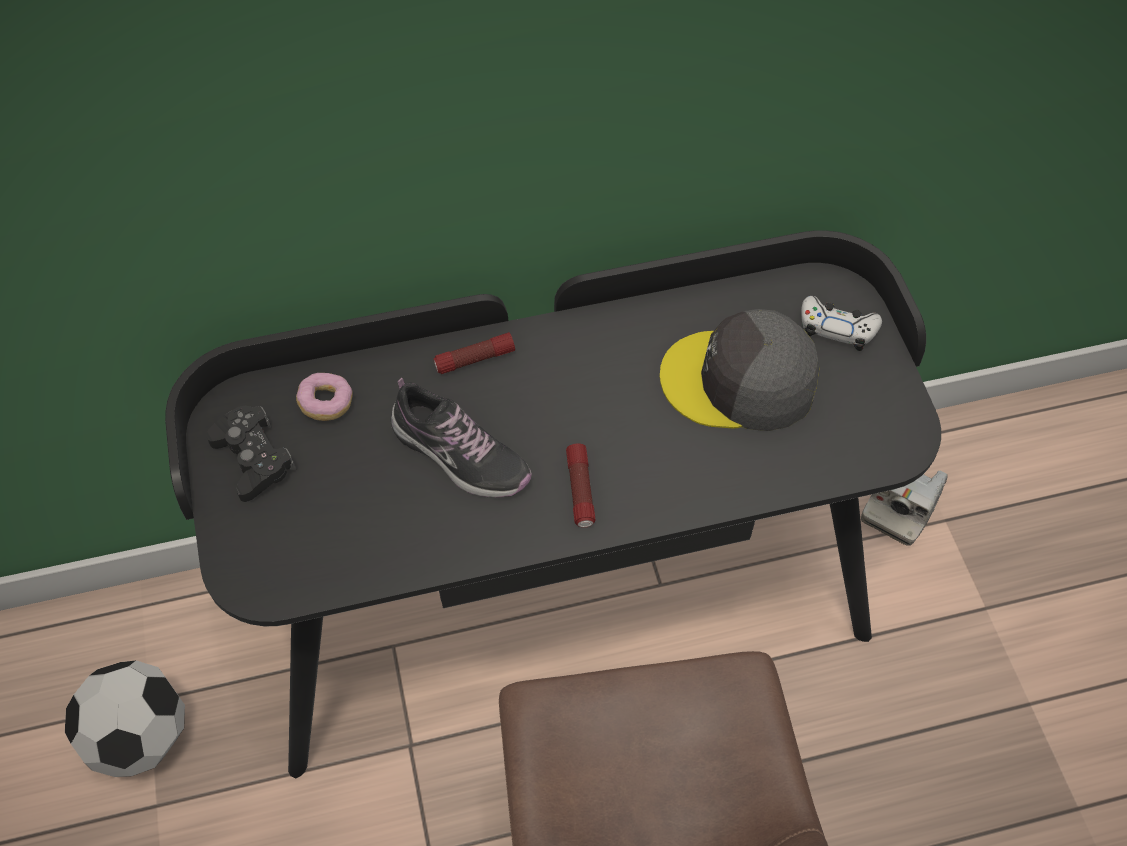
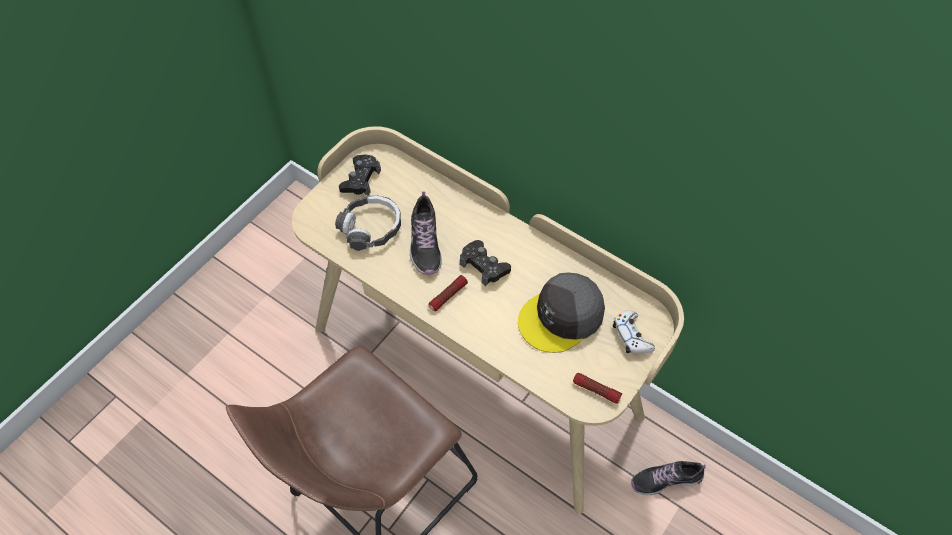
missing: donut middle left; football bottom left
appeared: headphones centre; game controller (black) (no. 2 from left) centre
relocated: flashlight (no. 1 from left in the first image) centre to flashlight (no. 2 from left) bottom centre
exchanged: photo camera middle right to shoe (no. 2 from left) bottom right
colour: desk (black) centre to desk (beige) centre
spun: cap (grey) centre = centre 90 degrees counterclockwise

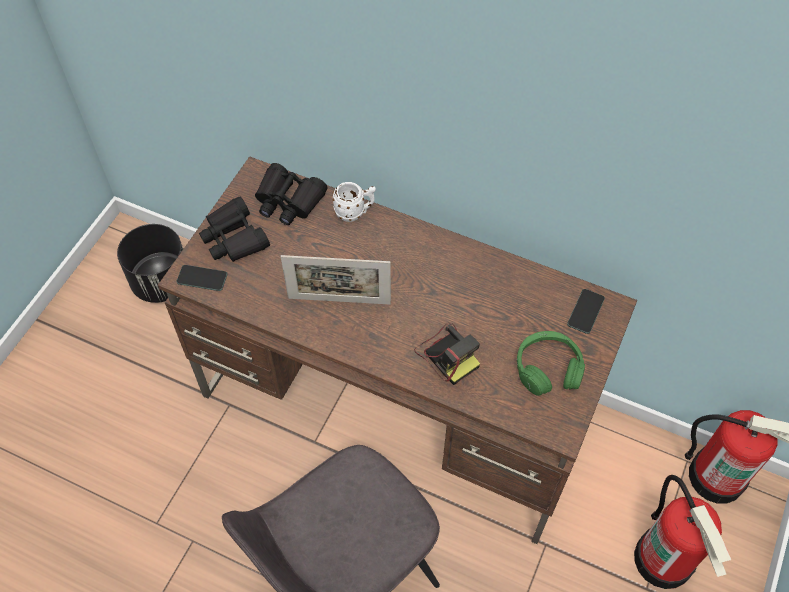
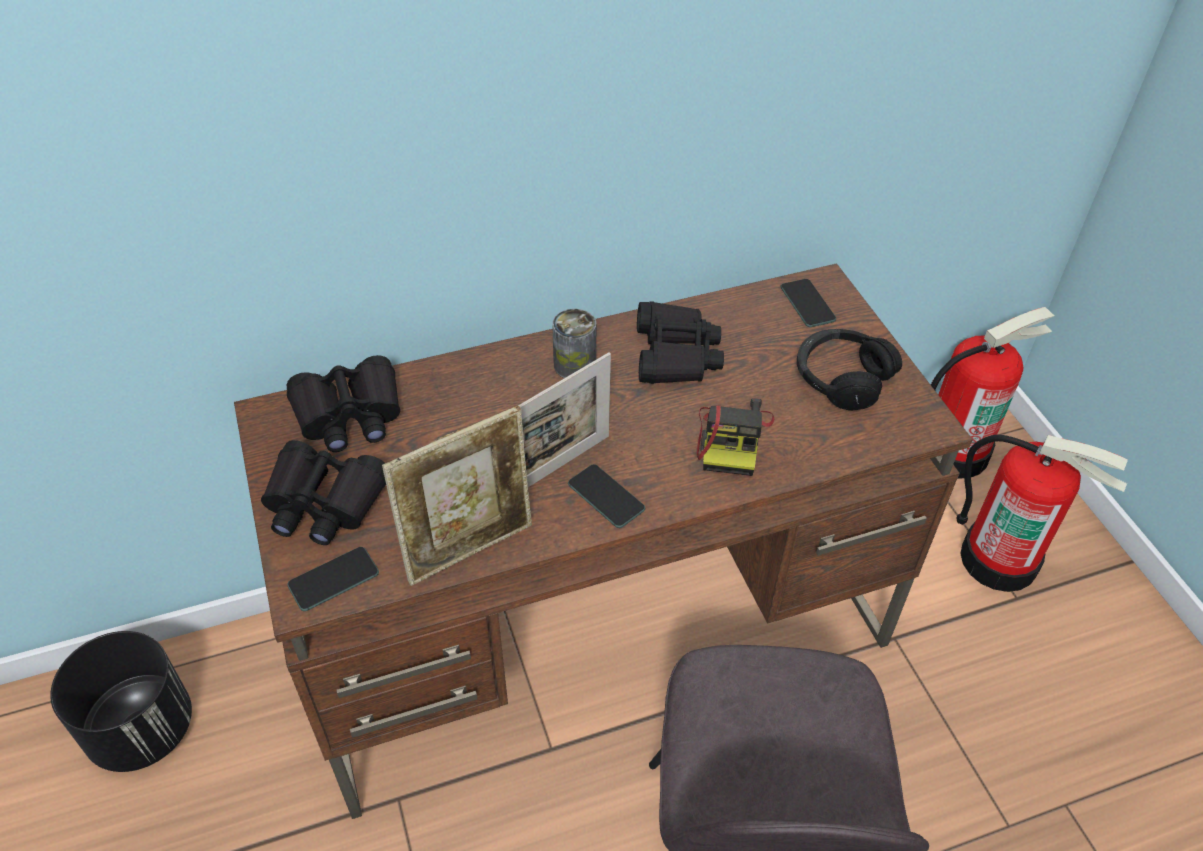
missing: mug (white) centre
appeared: binoculars (black) (no. 3 from left) centre; can centre; picture frame (no. 1 from left) centre; phone (no. 2 from left) centre
colour: headphones (green) middle right to headphones (black) middle right
spun: photo camera centre = centre 90 degrees clockwise

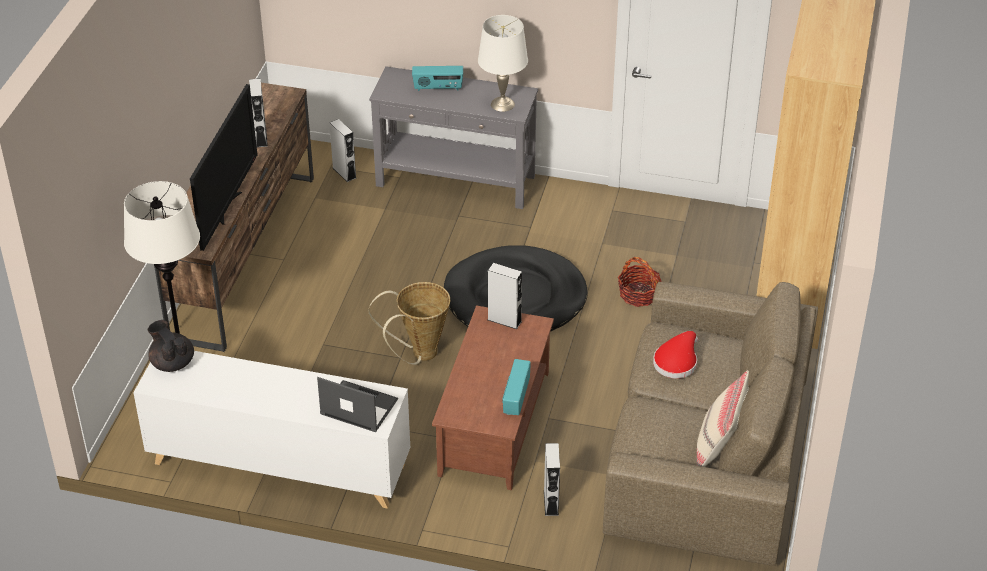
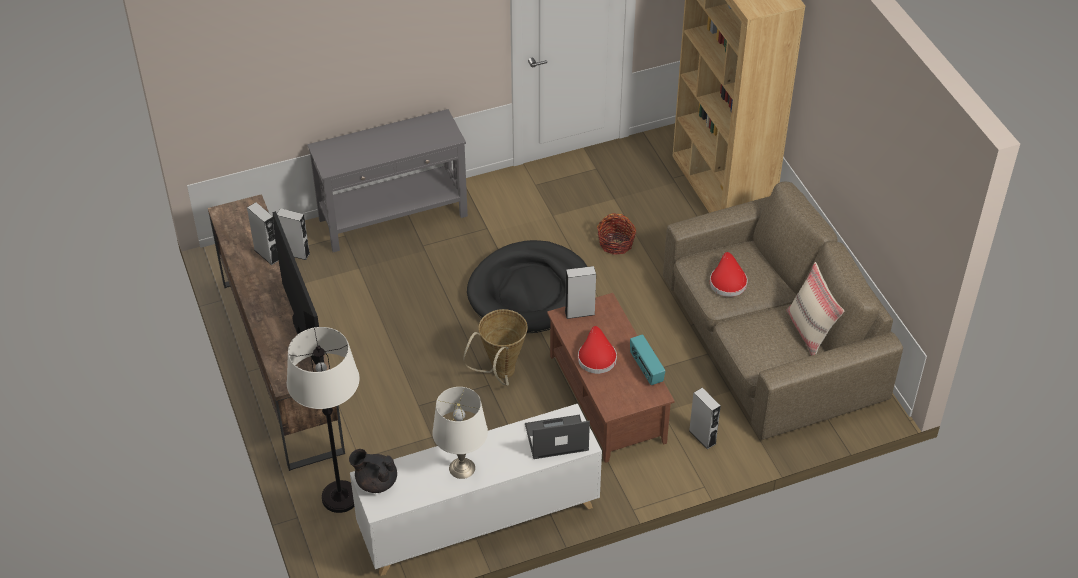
missing: radio (no. 1 from left) top centre
appeared: hat (red) (no. 1 from left) centre
relocated: table lamp (white) top centre to bottom centre

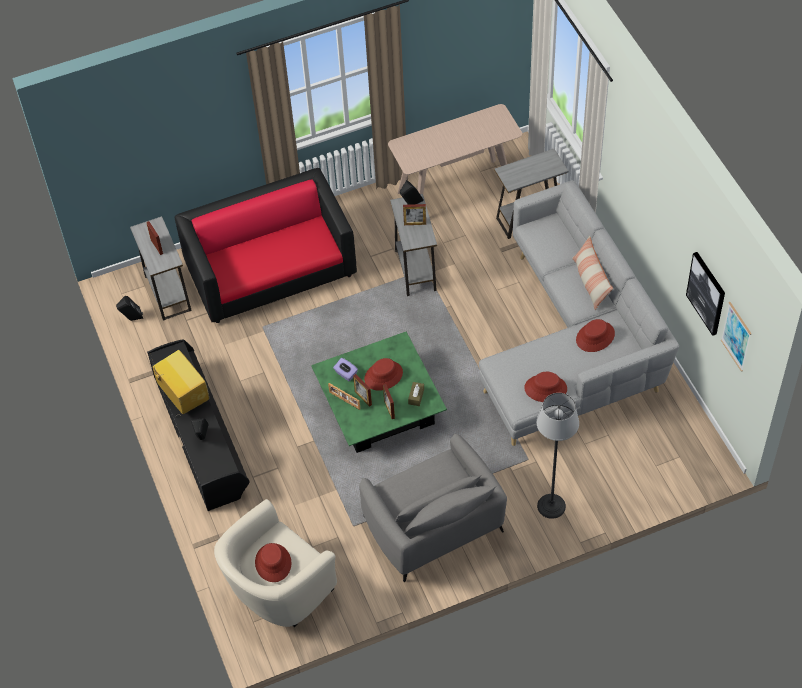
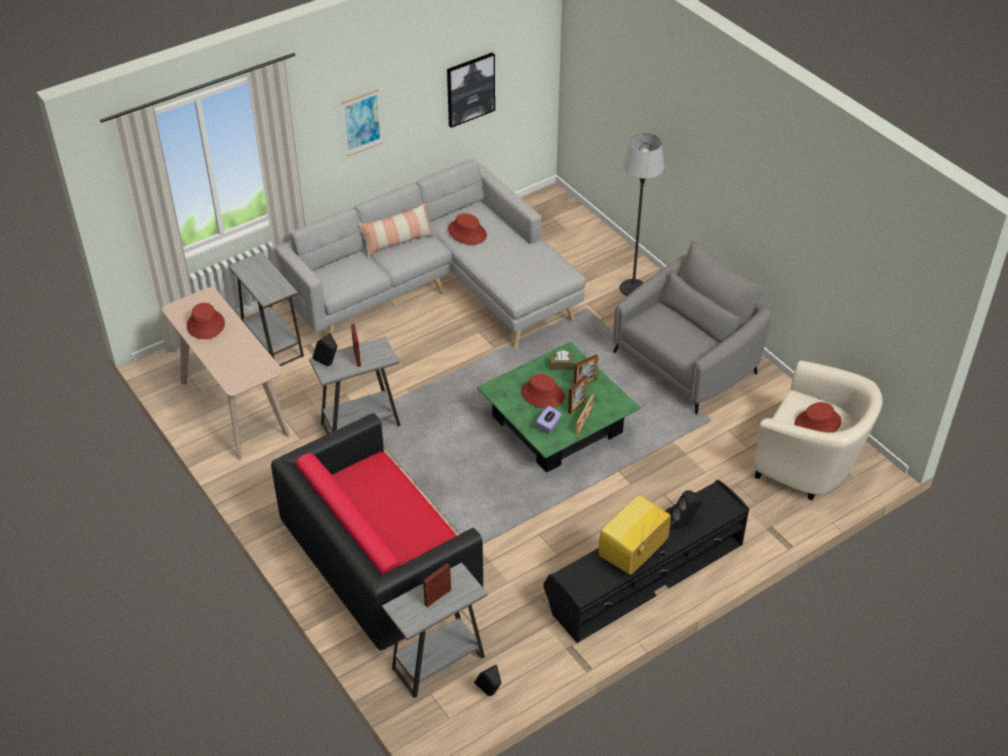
relocated: picture (no. 2 from left in the first image) middle right to picture (no. 1 from left) top centre; hat (red) (no. 3 from left in the first image) middle right to hat (red) (no. 1 from left) middle left

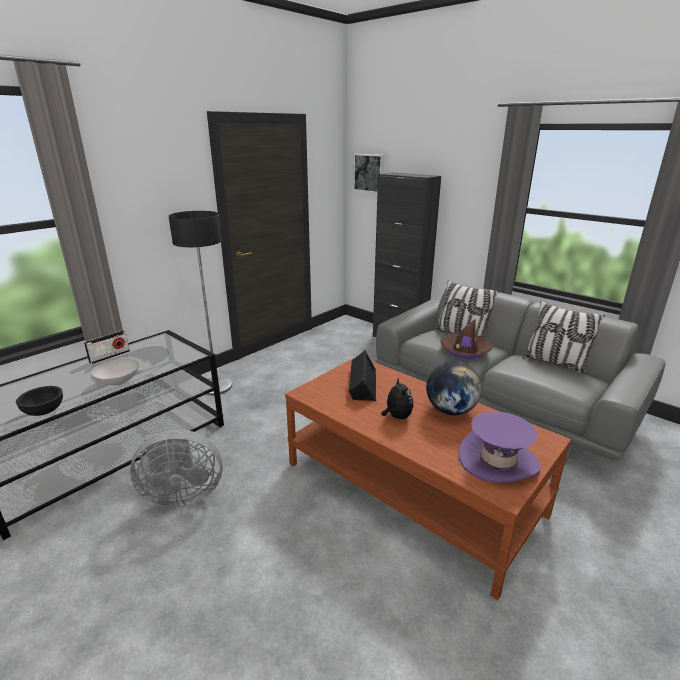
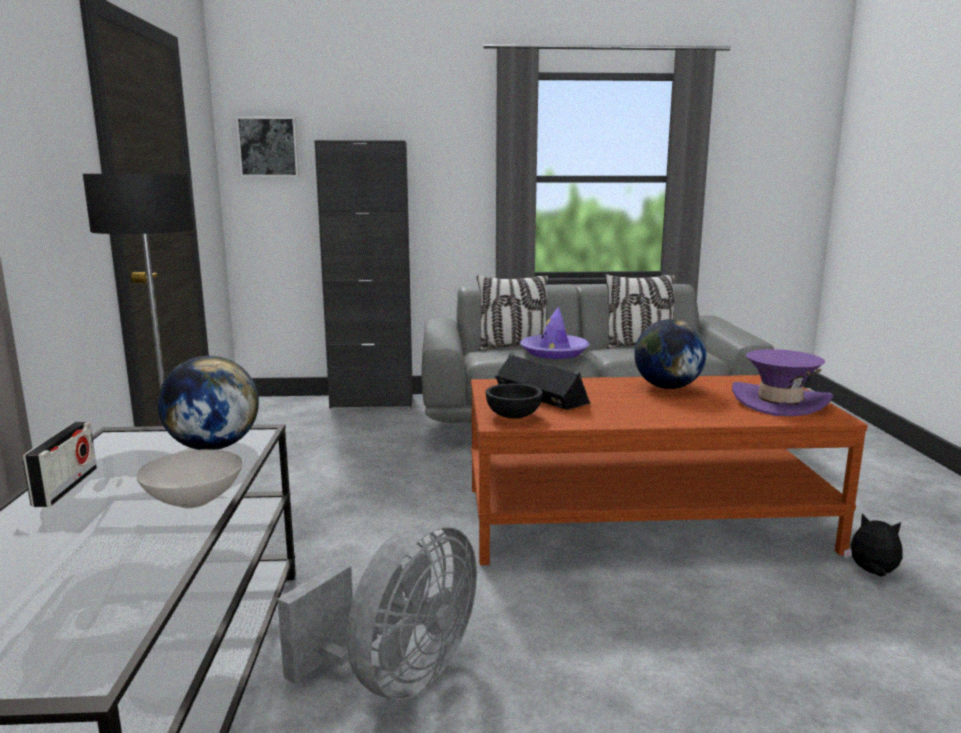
appeared: globe (no. 1 from left) middle left
relocated: plush toy centre to bottom right; bowl (black) middle left to centre
colour: hat (brown) middle right to hat (purple) (no. 1 from left) centre

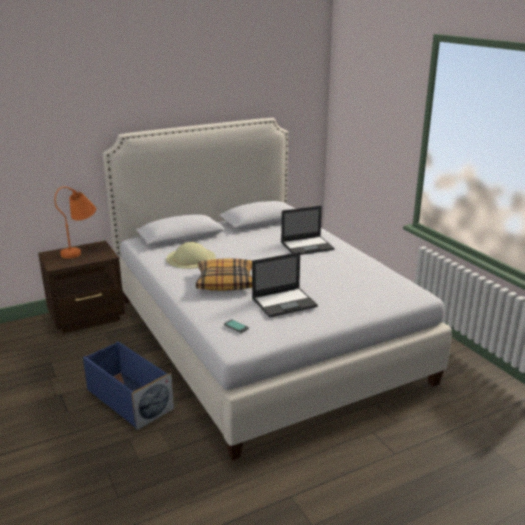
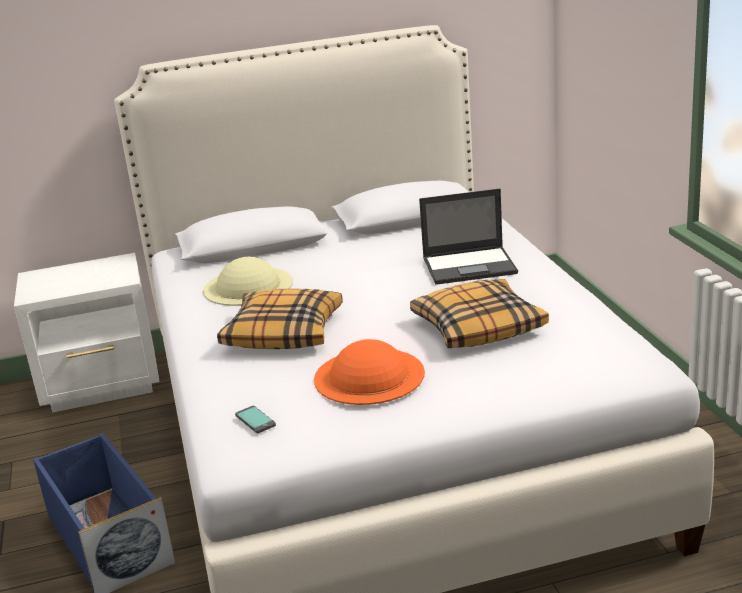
missing: table lamp (orange) middle left
appeared: pillow (no. 2 from left) centre
exchanged: laptop (no. 1 from left) centre to hat (orange) centre
colour: nightstand (brown) middle left to nightstand (white) middle left

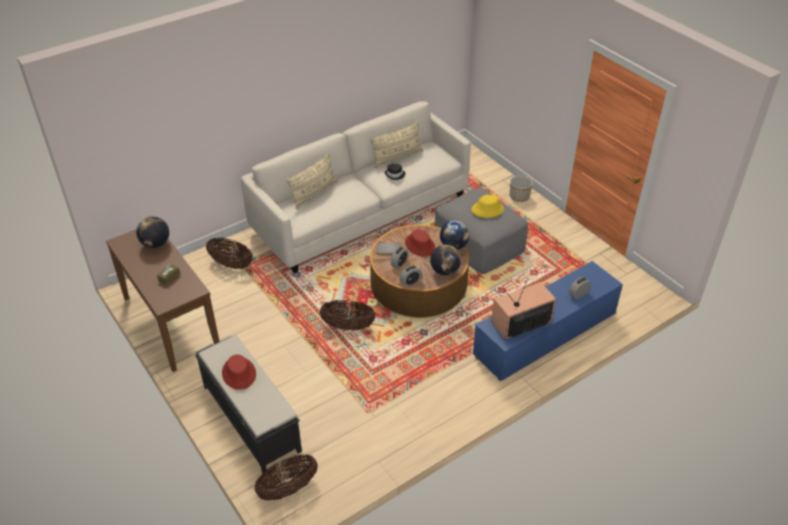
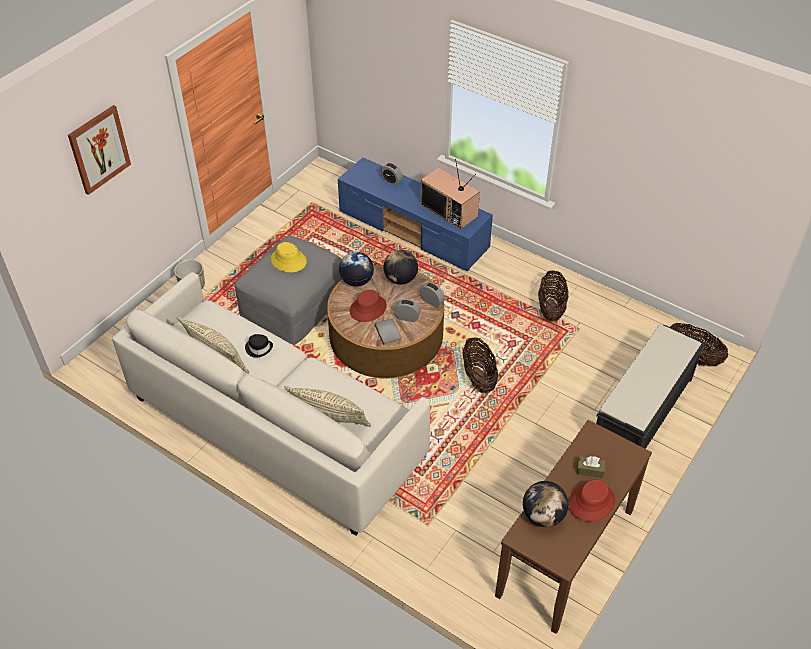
appeared: picture top left
relocated: basket (no. 1 from left in the first image) middle left to basket (no. 2 from left) middle right; hat (red) (no. 1 from left in the first image) bottom left to hat (red) (no. 2 from left) bottom right

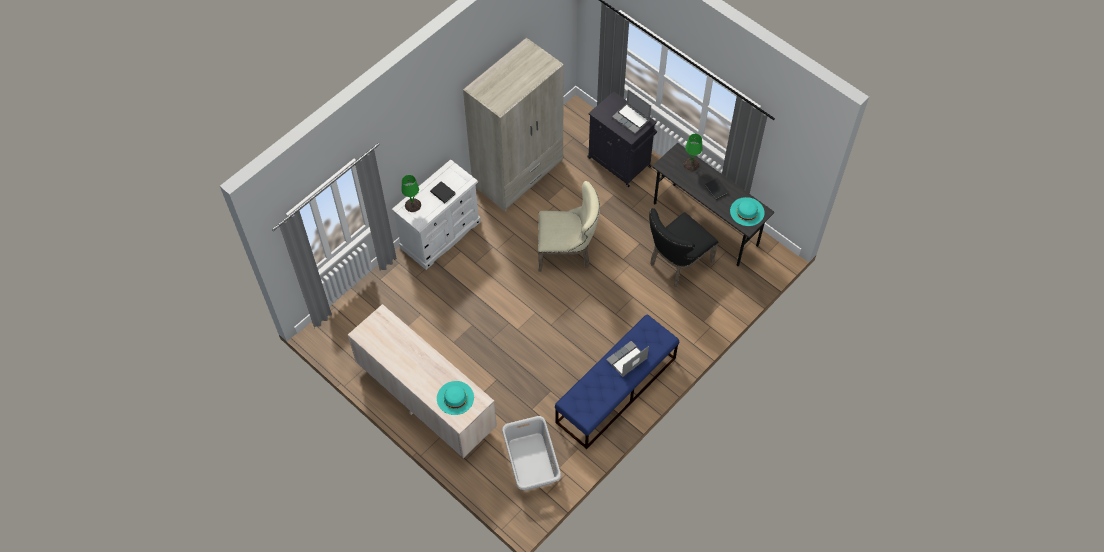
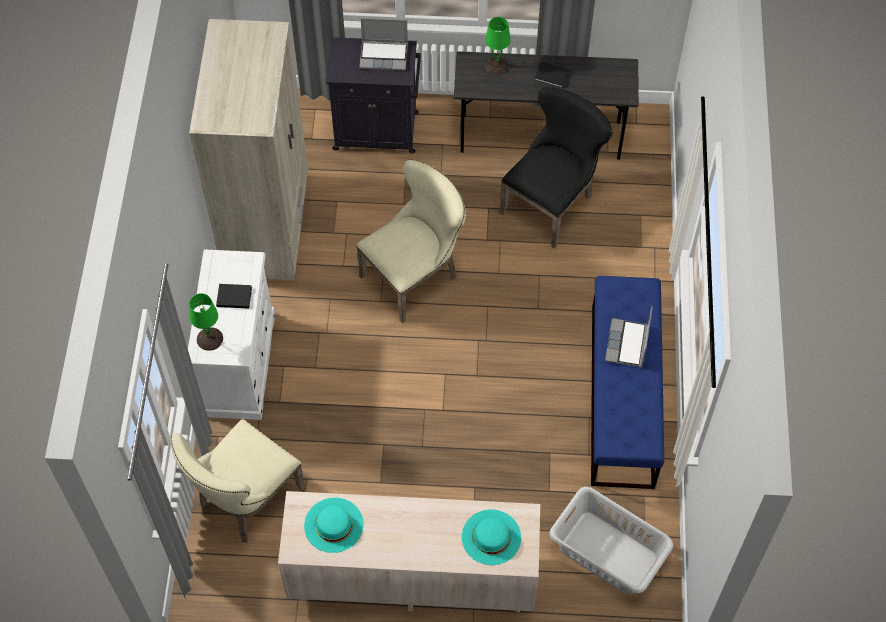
appeared: chair (beige) (no. 1 from left) bottom left
relocated: hat (turquoise) (no. 2 from left in the first image) middle right to hat (turquoise) (no. 1 from left) bottom centre
spun: chair (black) centre = top centre 150 degrees counterclockwise

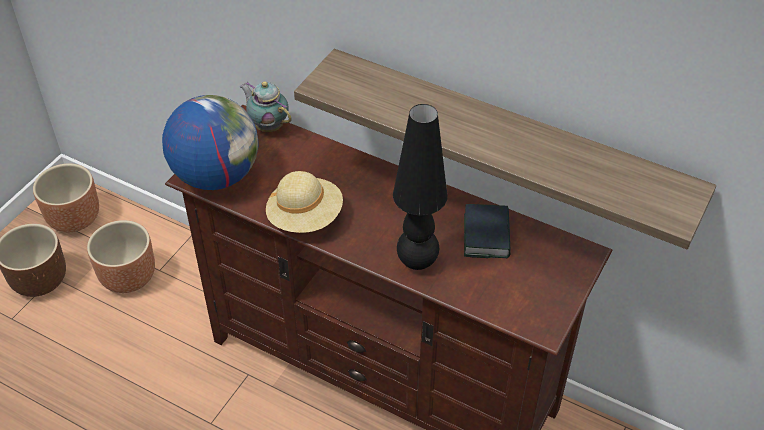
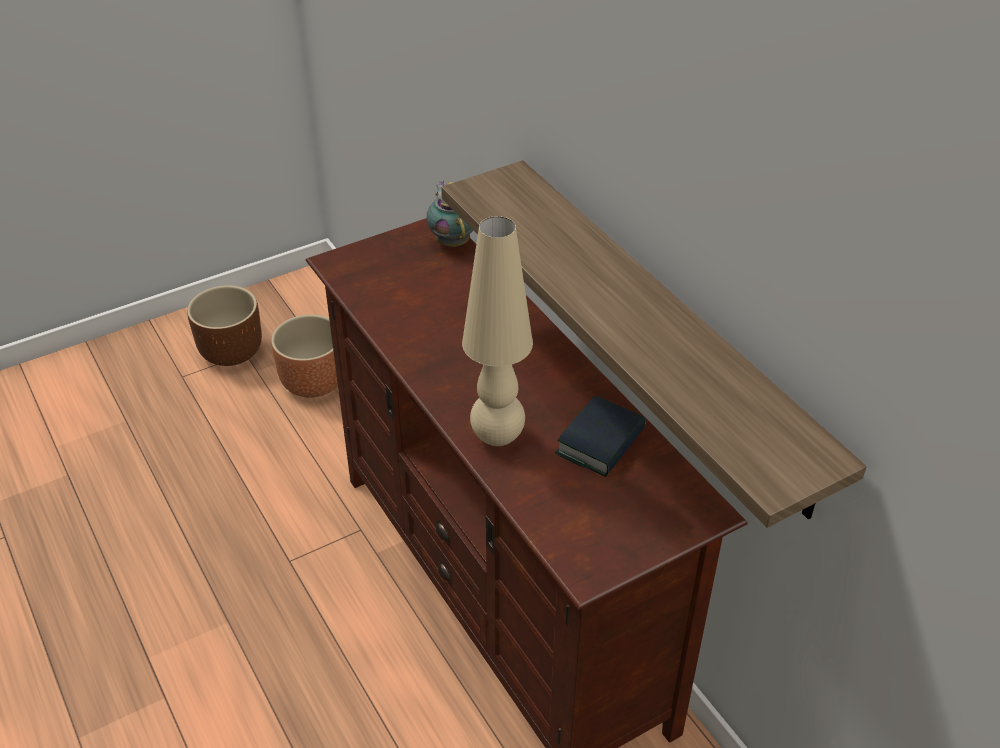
missing: globe top left; planter (brown) (no. 2 from left) middle left; hat (beige) centre
colour: table lamp (black) centre to table lamp (beige) centre

